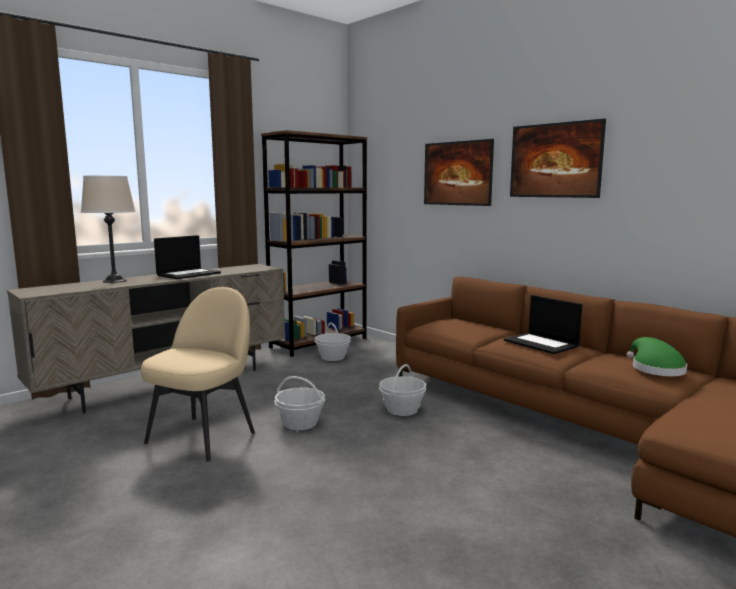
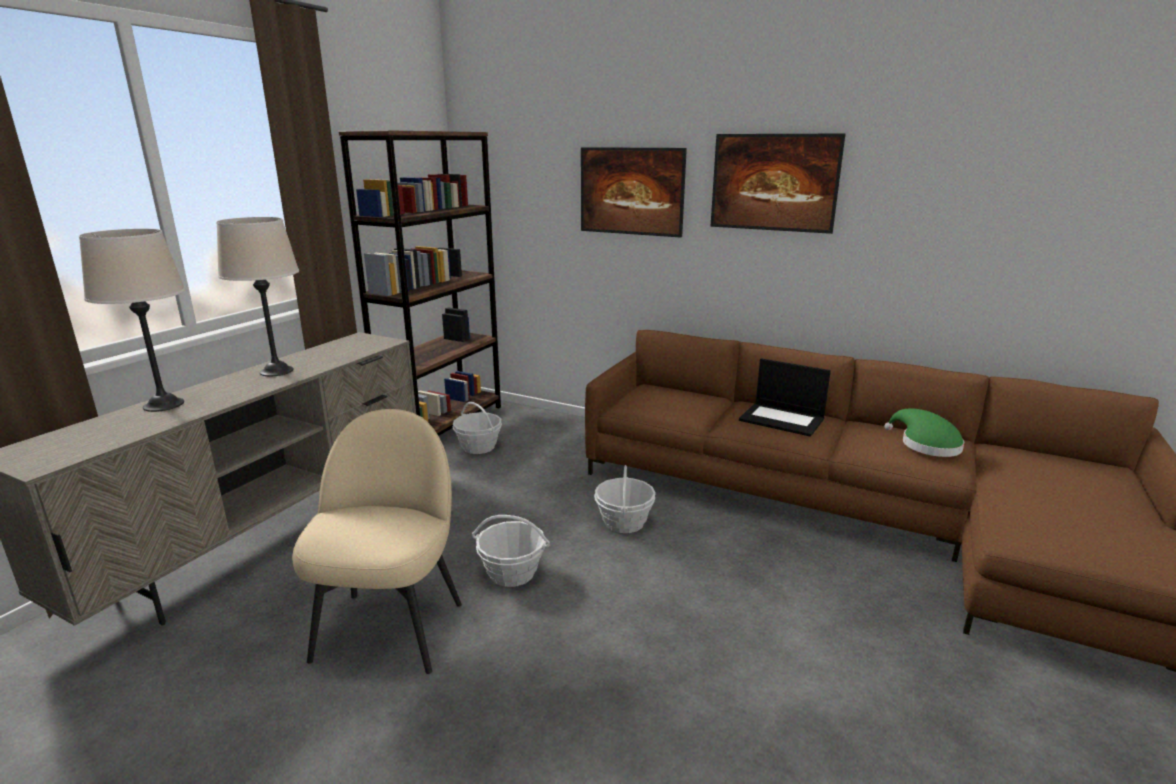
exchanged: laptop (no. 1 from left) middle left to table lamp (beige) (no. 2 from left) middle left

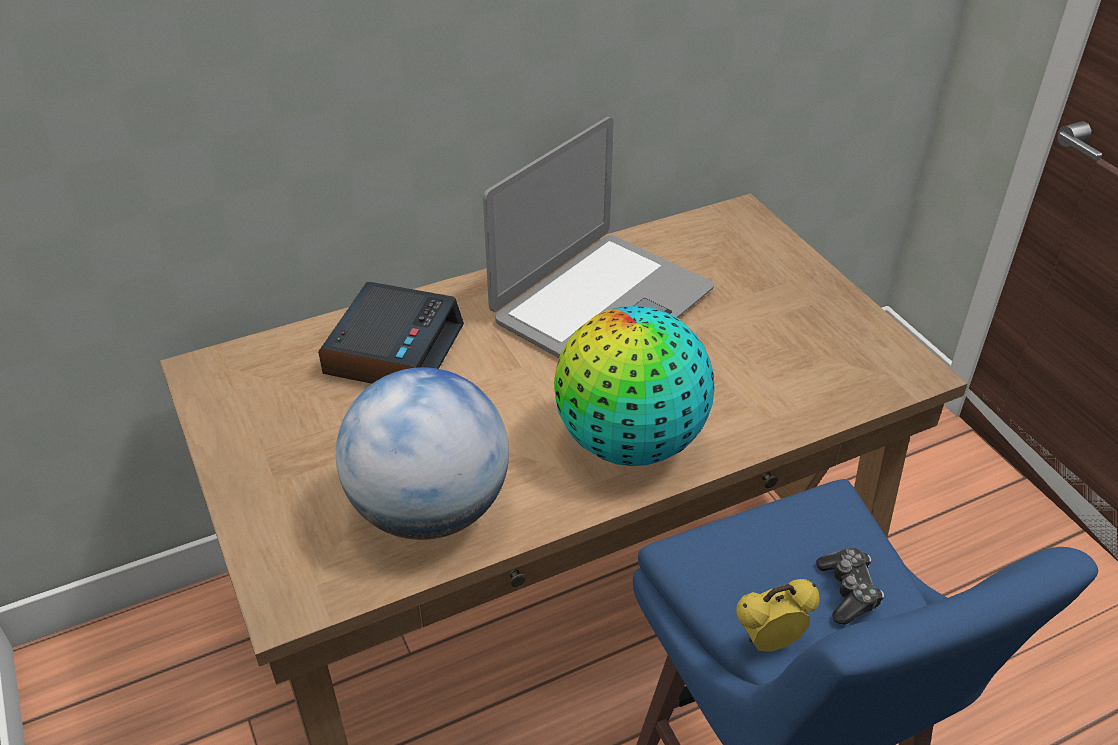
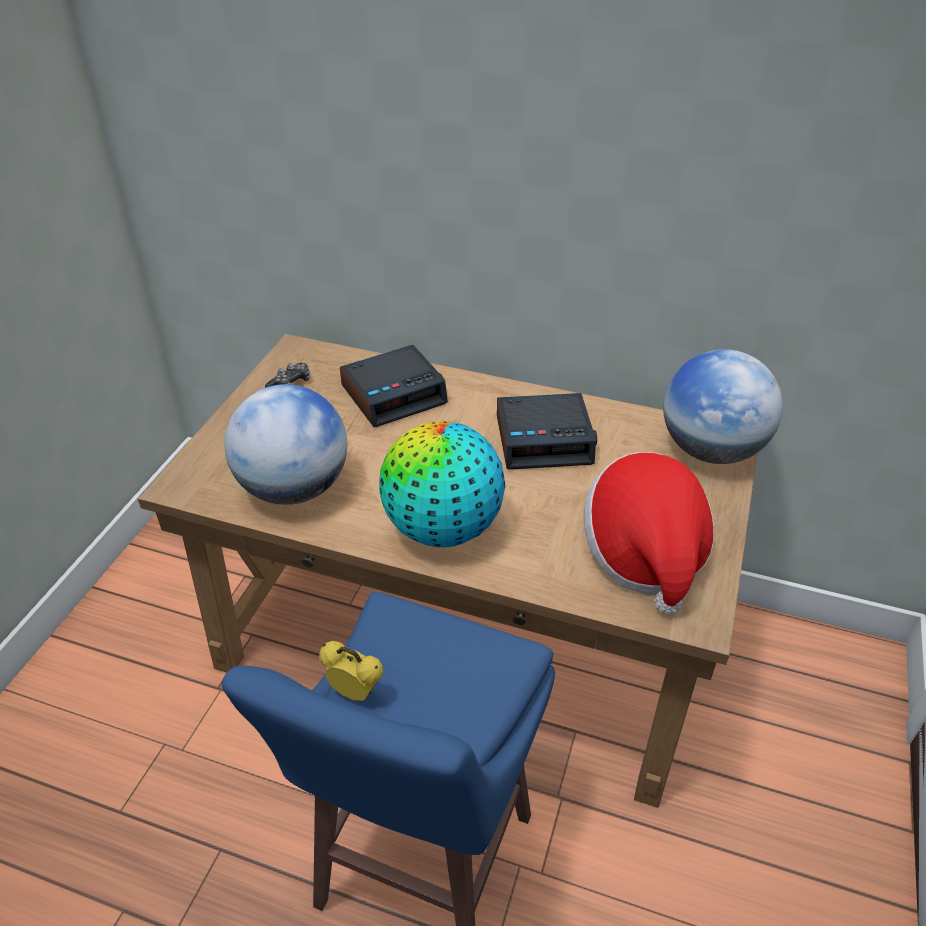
appeared: globe (no. 3 from left) middle right; hat middle right
relocated: game controller bottom right to middle left
exchanged: laptop top centre to alarm clock (no. 3 from left) centre

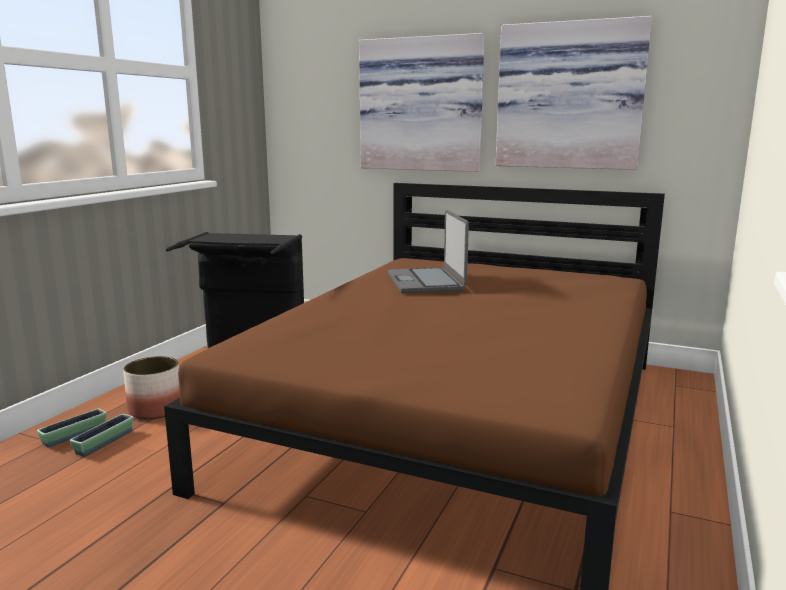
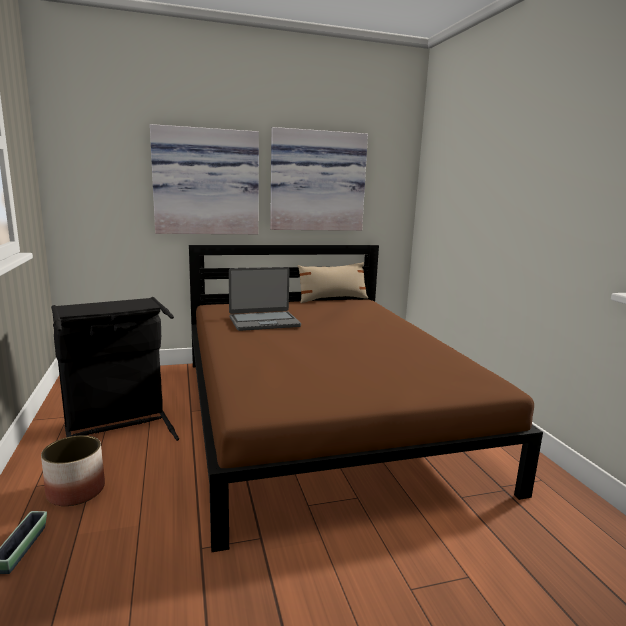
missing: planter (no. 2 from left) bottom left
appeared: pillow (beige) centre
spun: laptop centre = centre 60 degrees counterclockwise

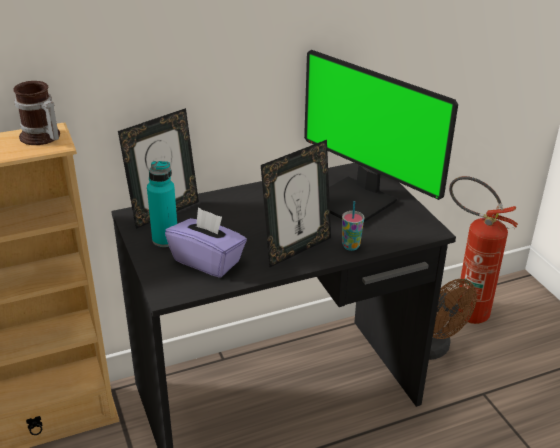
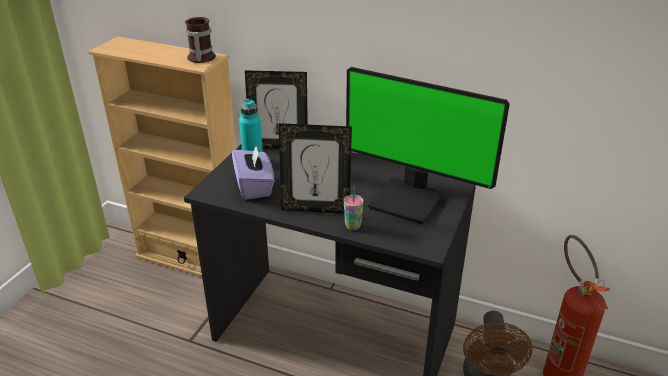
spun: monitor top right = centre 60 degrees counterclockwise

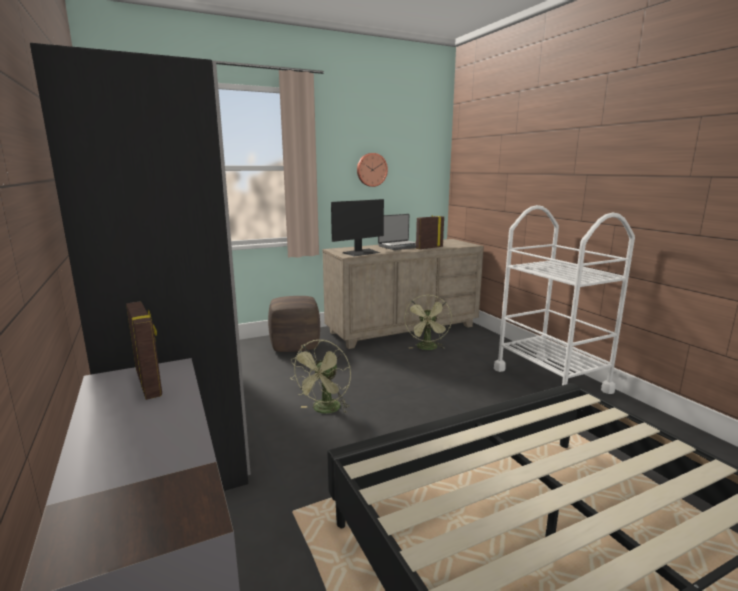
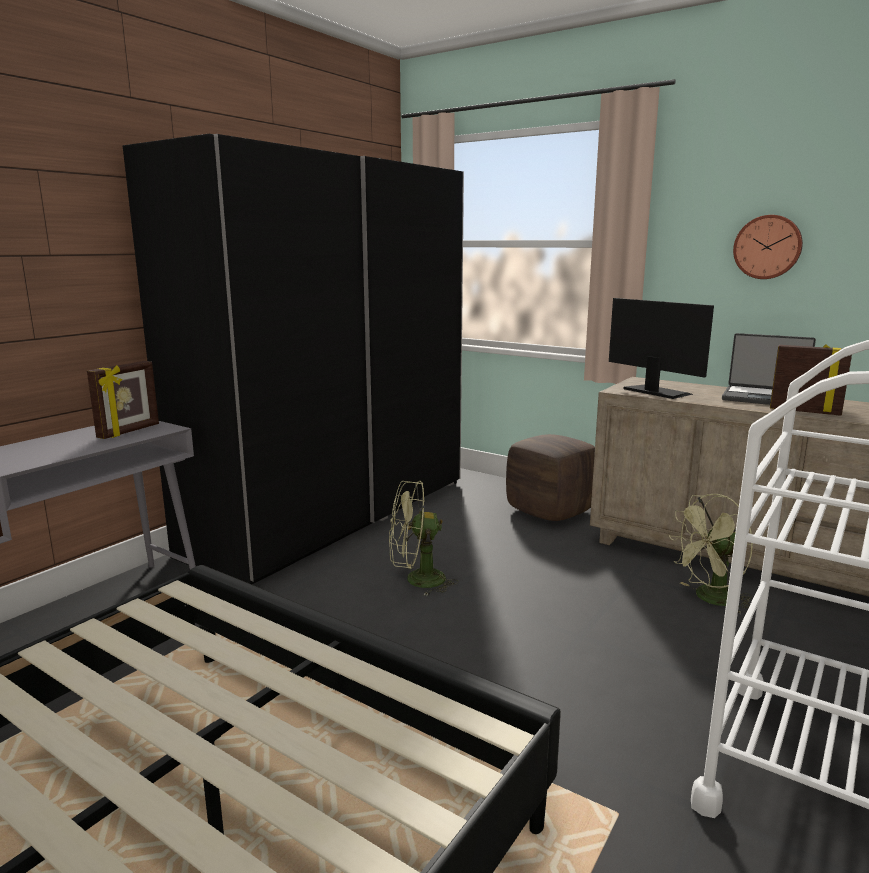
spun: monitor centre = middle right 150 degrees counterclockwise

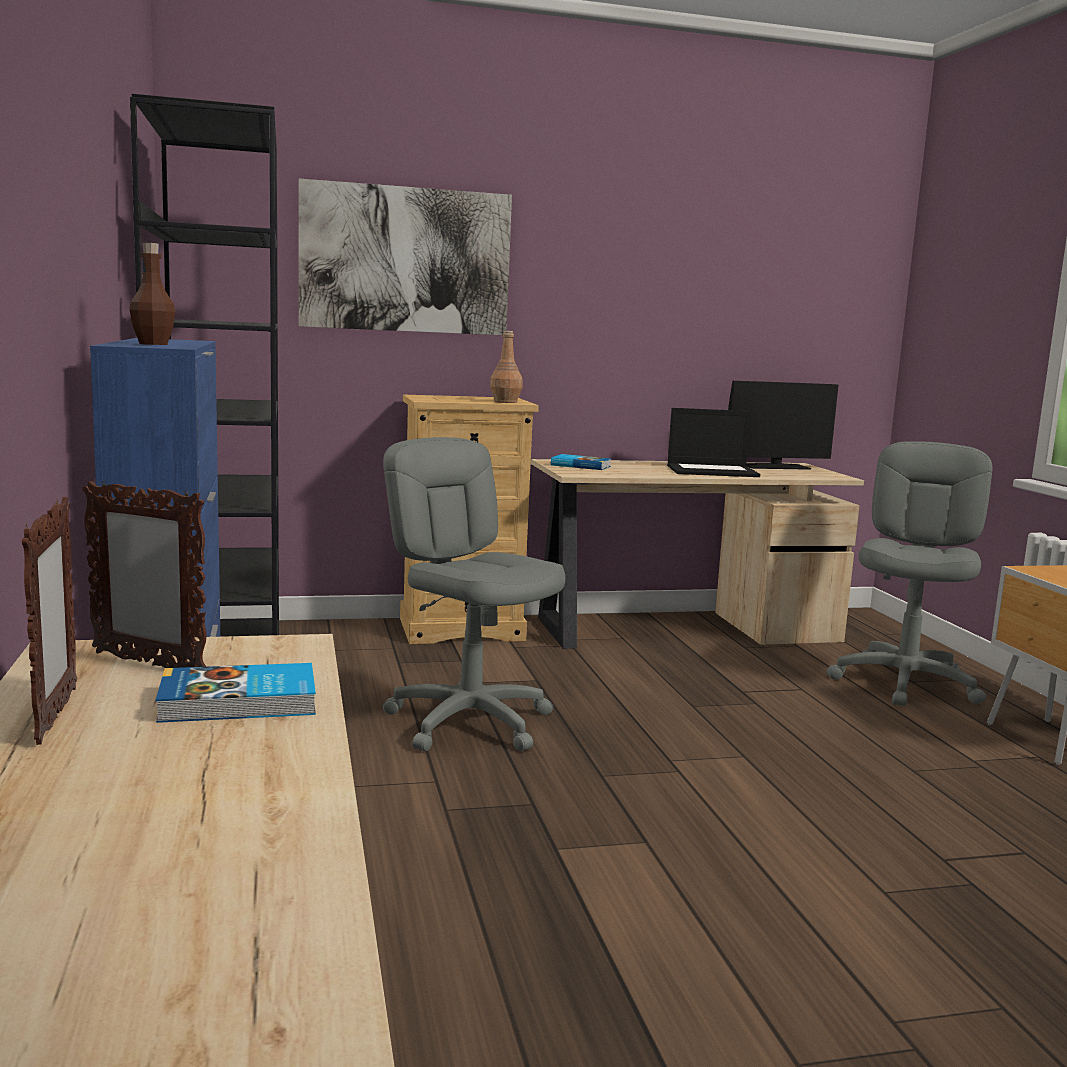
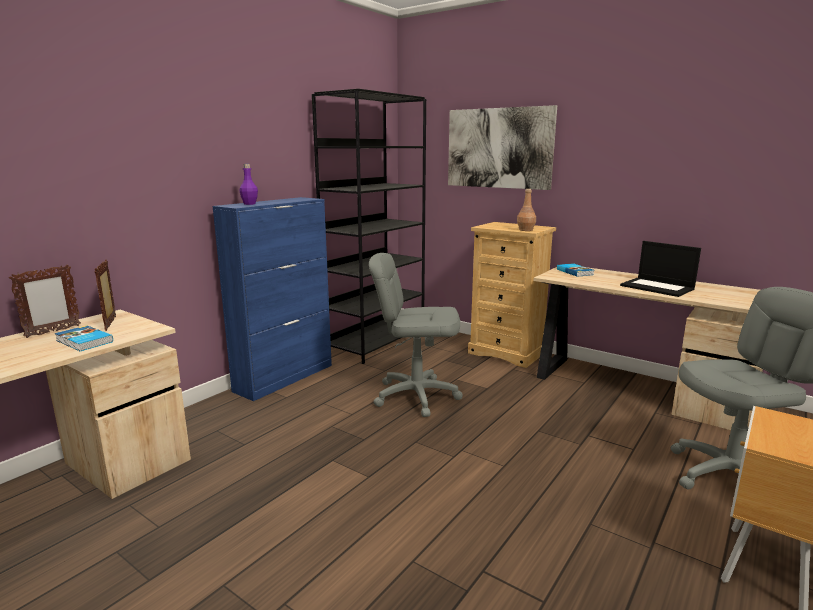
missing: monitor middle right
colour: bottle (brown) (no. 1 from left) top left to bottle (purple) top left
spun: office chair (grey) (no. 1 from left) centre = centre 90 degrees counterclockwise

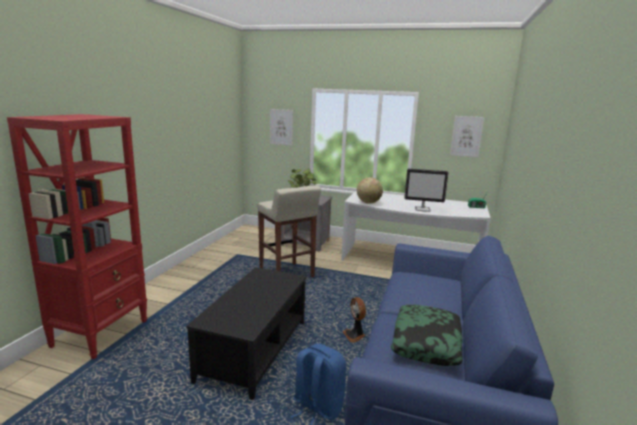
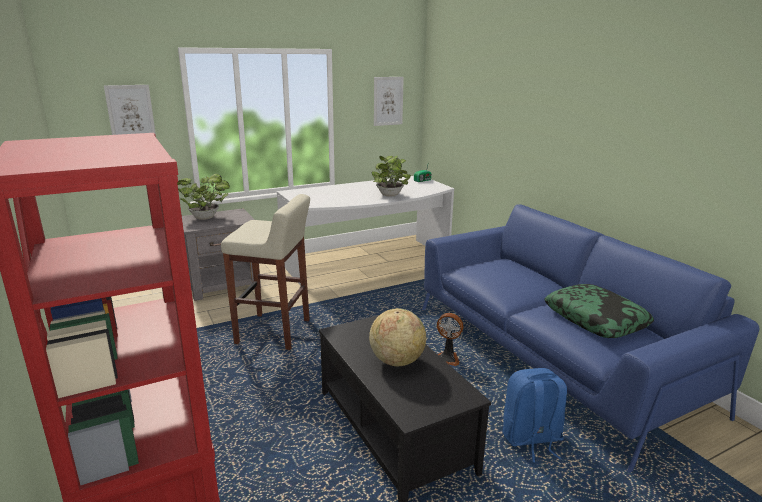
relocated: globe centre to bottom centre
exchanged: monitor middle right to potted plant (no. 2 from left) centre

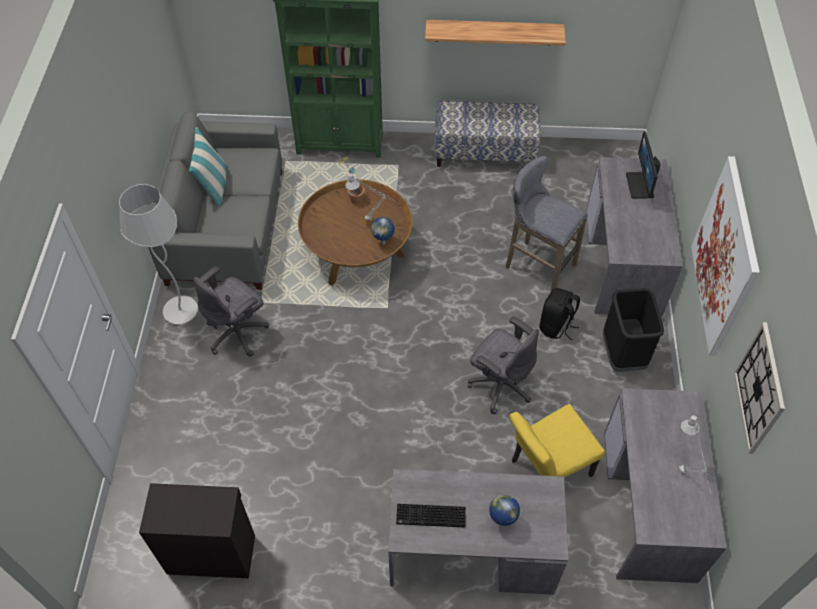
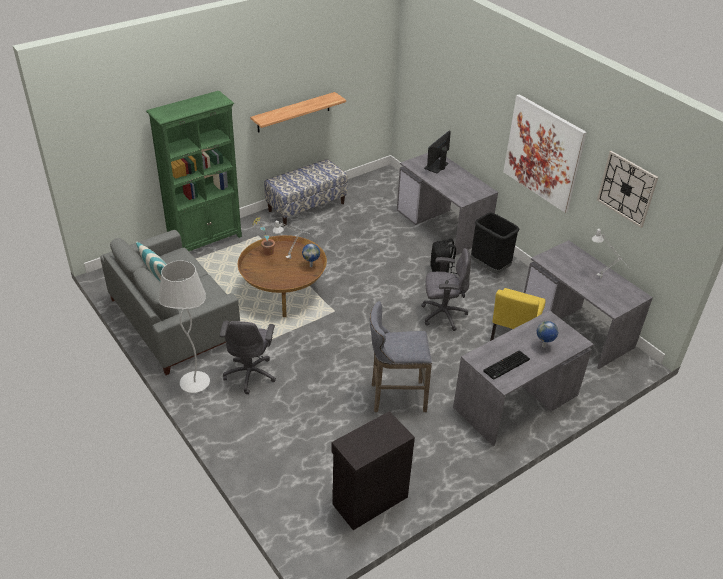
relocated: stool (grey) middle right to centre
spun: monitor top right = top centre 75 degrees clockwise

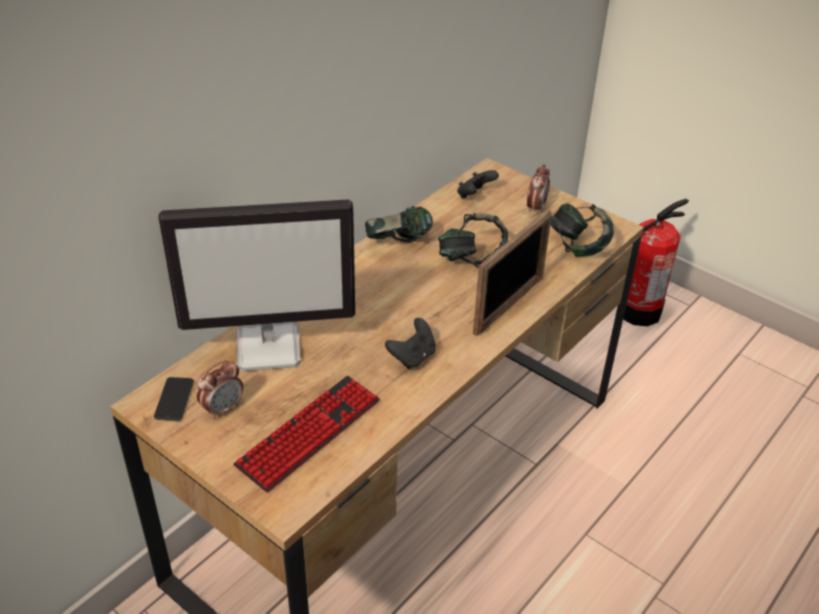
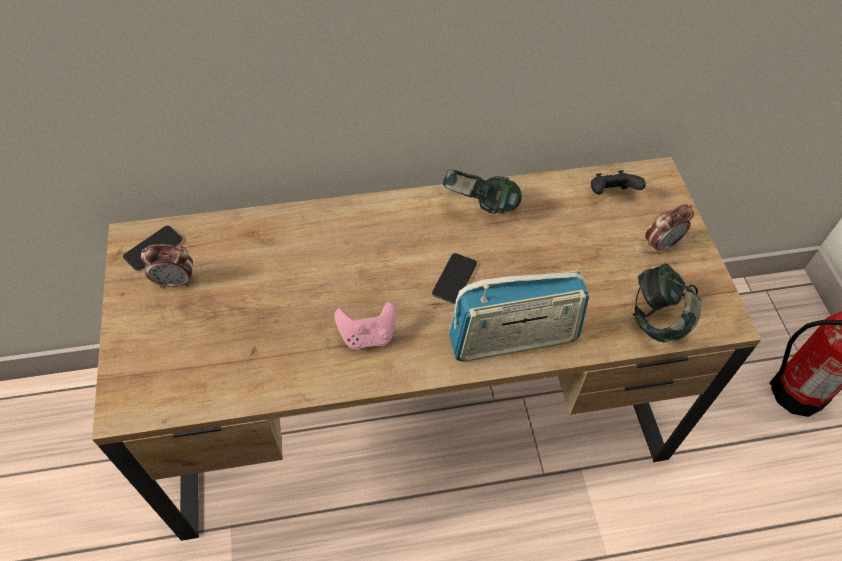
missing: monitor middle left; headphones (no. 2 from left) centre; keyboard bottom centre
appeared: phone (no. 2 from left) centre
exchanged: picture frame centre to radio centre
colour: game controller (black) (no. 1 from left) centre to game controller (pink) centre

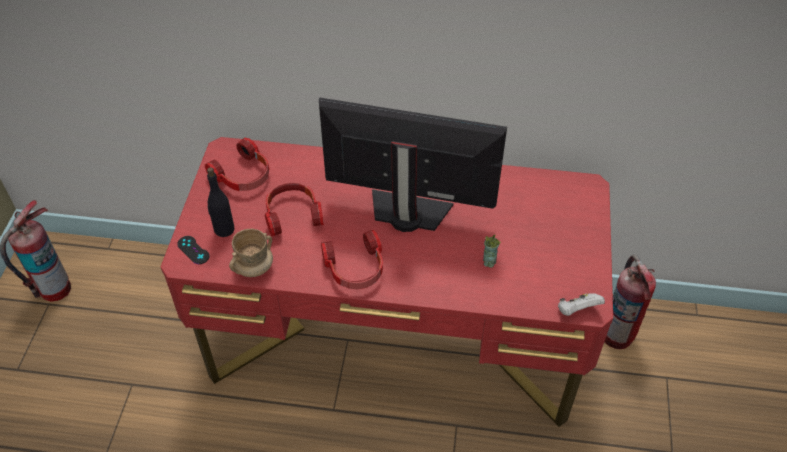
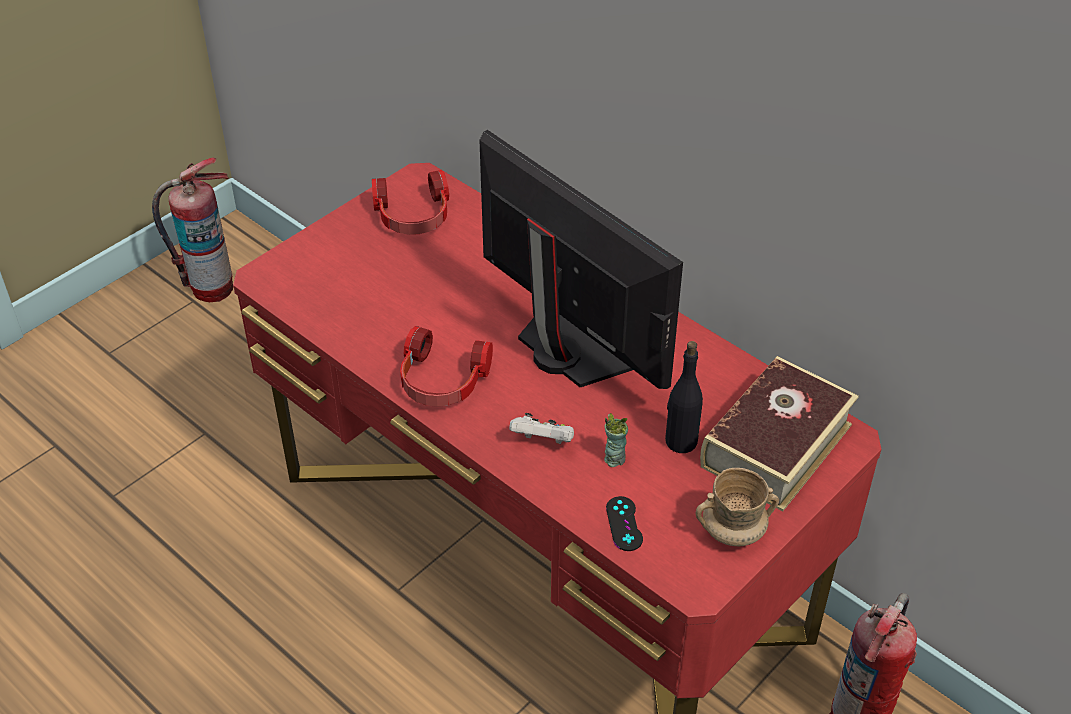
missing: headphones (no. 2 from left) centre
appeared: book middle right
relocated: bottle (black) middle left to centre; mug (beige) middle left to bottom right; game controller (black) middle left to bottom centre; game controller (white) bottom right to centre

